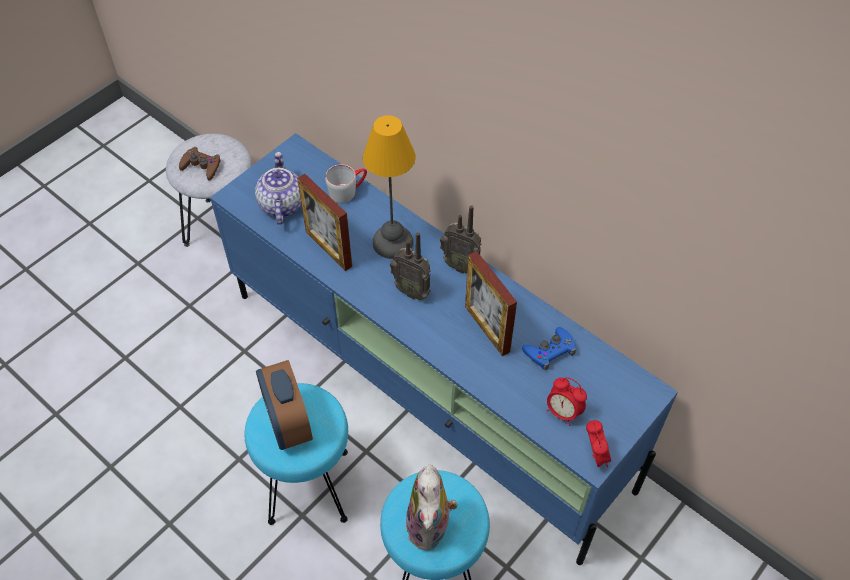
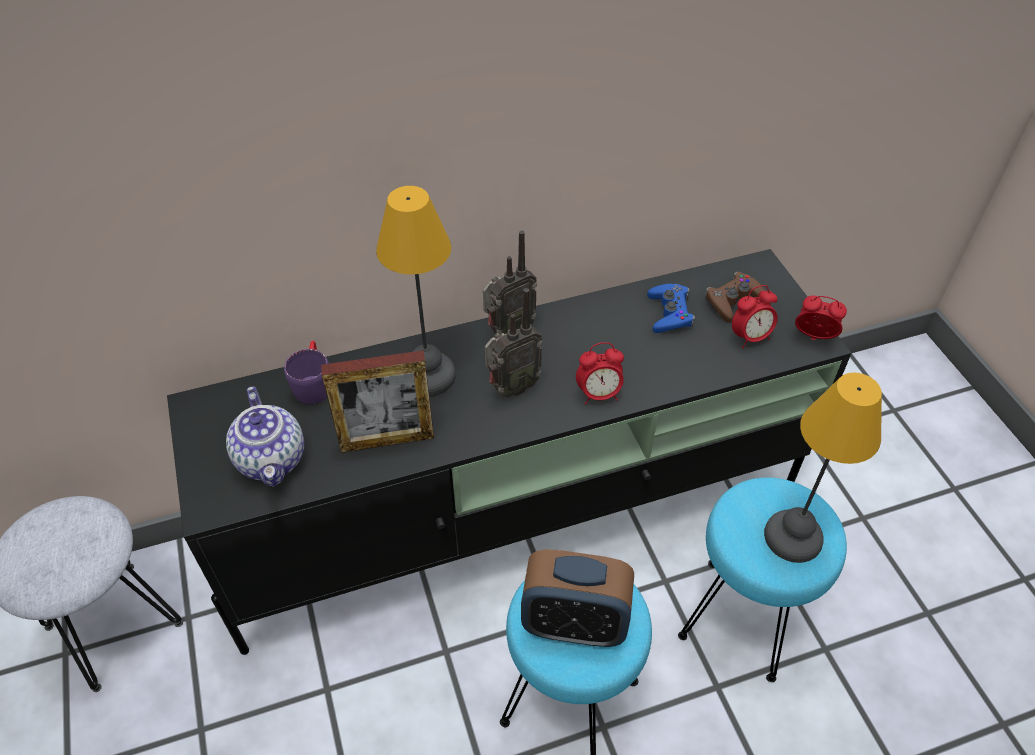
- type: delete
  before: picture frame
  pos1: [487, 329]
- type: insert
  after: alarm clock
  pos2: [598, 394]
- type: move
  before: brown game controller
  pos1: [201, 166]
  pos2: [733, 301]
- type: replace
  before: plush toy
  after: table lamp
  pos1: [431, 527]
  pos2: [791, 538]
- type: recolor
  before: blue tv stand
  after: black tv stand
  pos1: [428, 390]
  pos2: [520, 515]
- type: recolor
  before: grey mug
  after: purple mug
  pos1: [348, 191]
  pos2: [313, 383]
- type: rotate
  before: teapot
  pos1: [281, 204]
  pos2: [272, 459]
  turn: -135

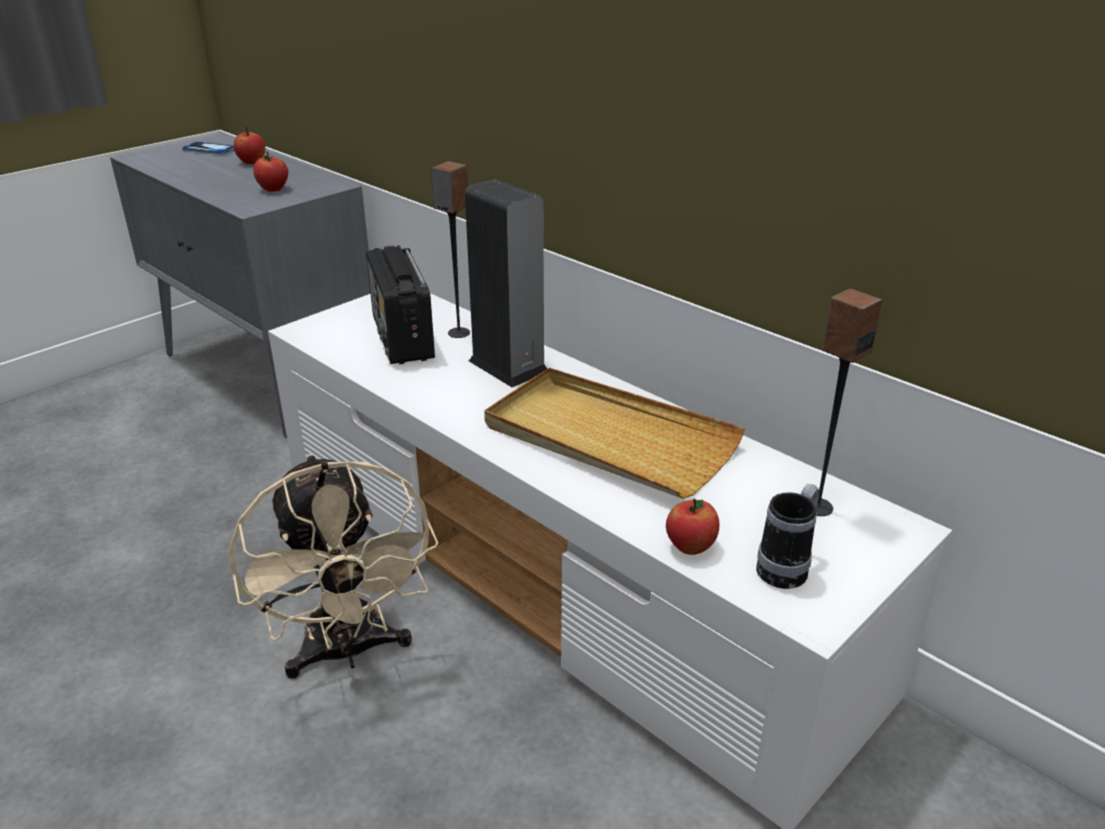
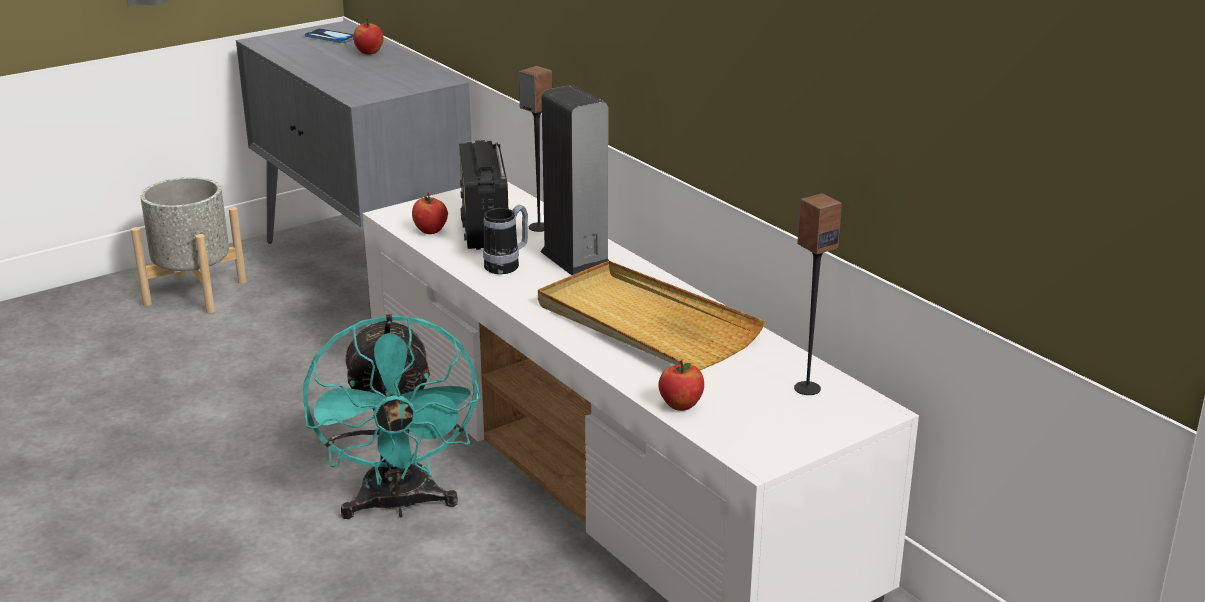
- type: insert
  after: grey planter
  pos2: [194, 293]
- type: move
  before: apple
  pos1: [273, 189]
  pos2: [430, 231]
- type: move
  before: mug
  pos1: [787, 567]
  pos2: [507, 265]
- type: recolor
  before: beige fan
  after: turquoise fan
  pos1: [348, 652]
  pos2: [399, 505]

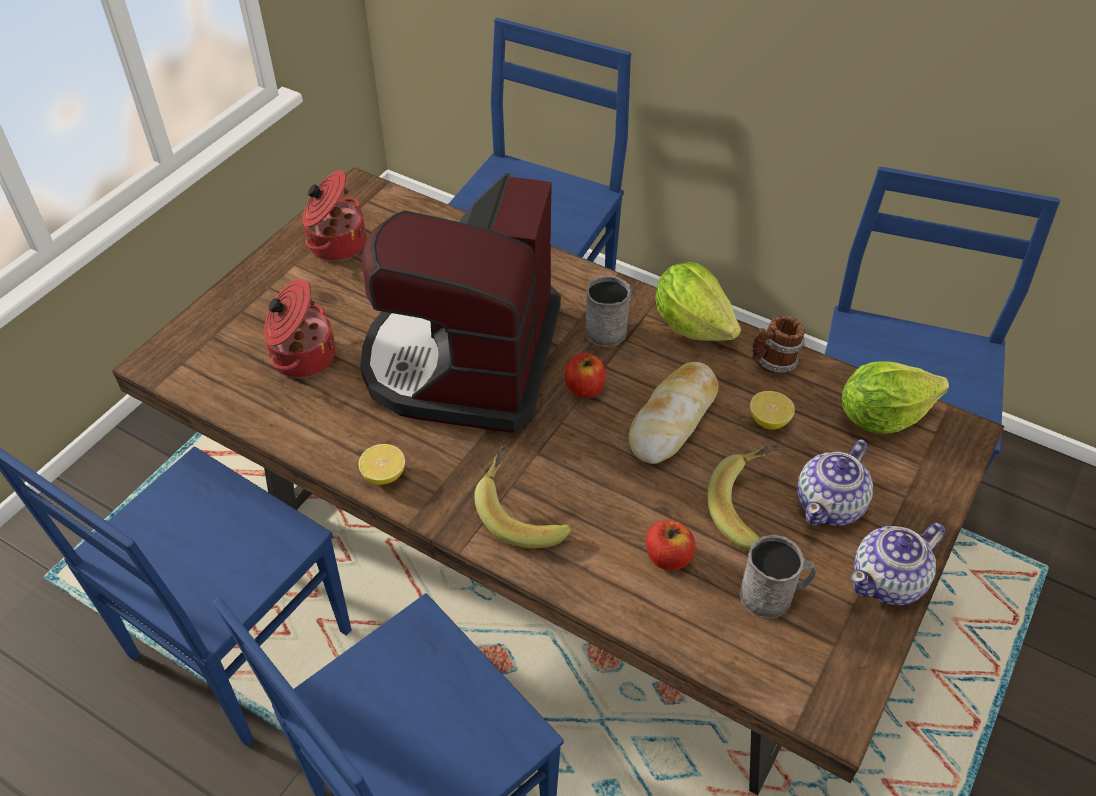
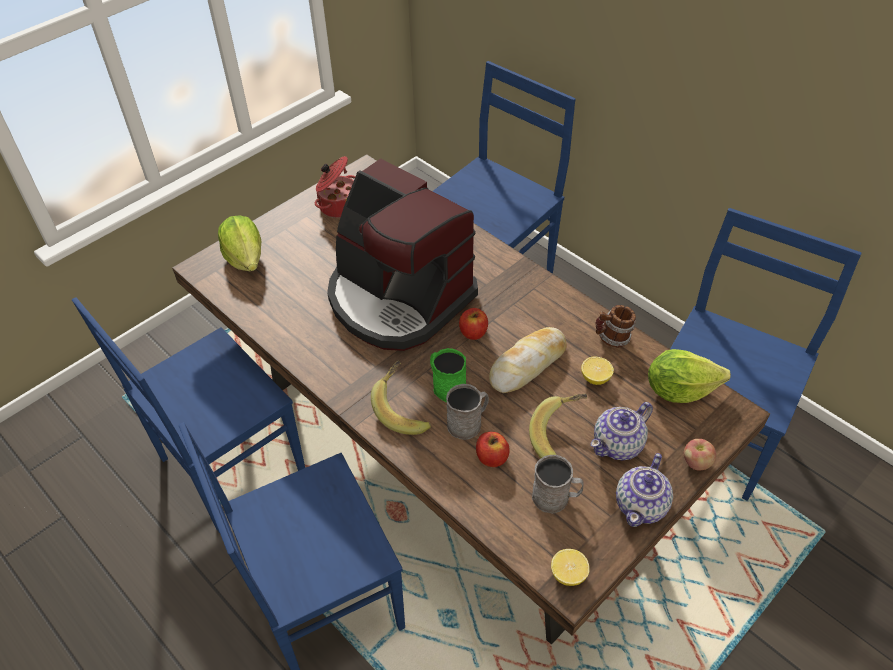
- type: delete
  before: cooking pot
  pos1: [301, 356]
- type: insert
  after: green mug
  pos2: [446, 386]
- type: insert
  after: apple
  pos2: [696, 462]
- type: move
  before: lemon
  pos1: [384, 475]
  pos2: [568, 574]
- type: move
  before: grey mug
  pos1: [610, 328]
  pos2: [468, 423]
- type: move
  before: lettuce
  pos1: [692, 324]
  pos2: [245, 258]
- type: rotate
  before: coffee machine
  pos1: [464, 359]
  pos2: [398, 299]
  turn: -75
- type: rotate
  before: teapot
  pos1: [889, 581]
  pos2: [641, 505]
  turn: -45

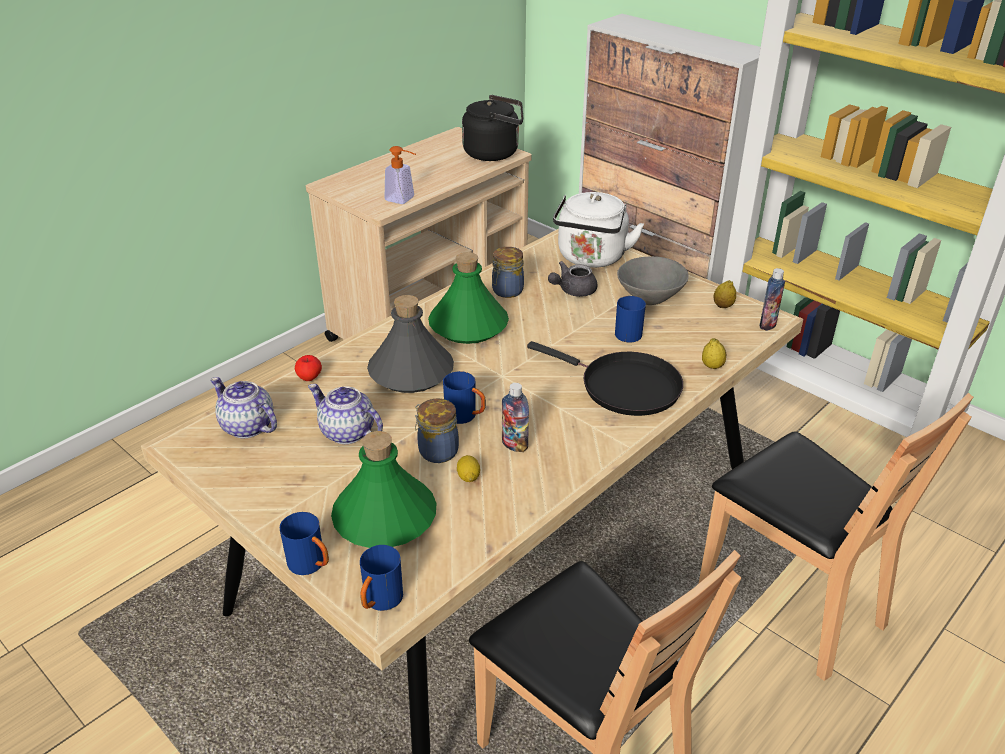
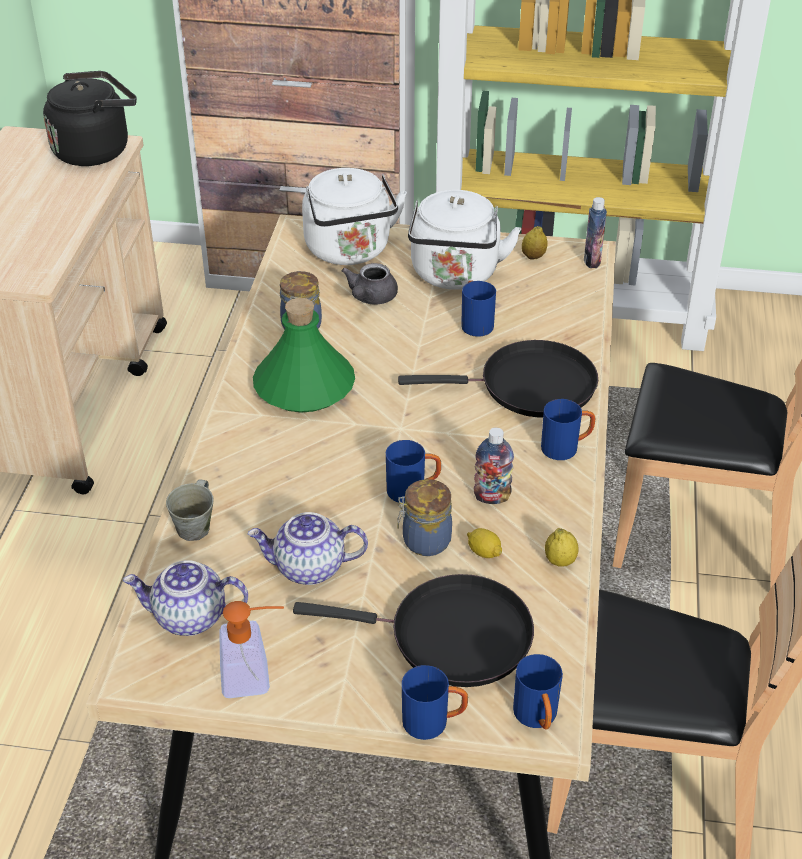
- type: delete
  before: grey bottle
  pos1: [412, 372]
- type: insert
  after: blue mug
  pos2: [566, 448]
- type: move
  before: soap dispenser
  pos1: [404, 200]
  pos2: [255, 678]
- type: move
  before: lemon
  pos1: [712, 366]
  pos2: [560, 561]
- type: replace
  before: apple
  after: grey mug
  pos1: [309, 378]
  pos2: [195, 528]
- type: replace
  before: green bottle
  after: black frying pan
  pos1: [385, 518]
  pos2: [451, 636]
- type: replace
  before: grey bowl
  after: white kettle
  pos1: [649, 298]
  pos2: [455, 275]

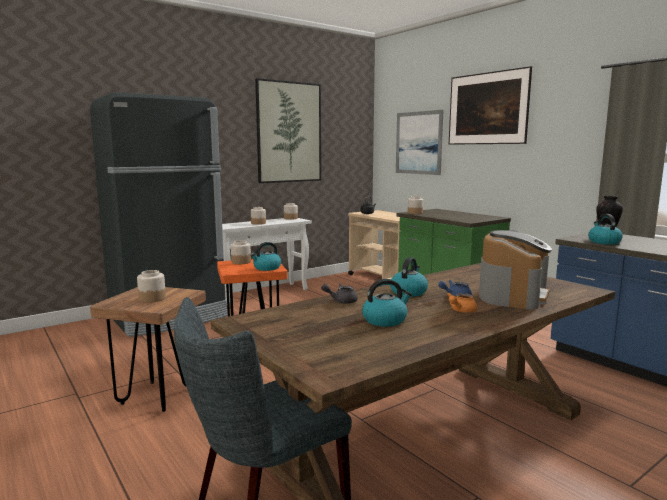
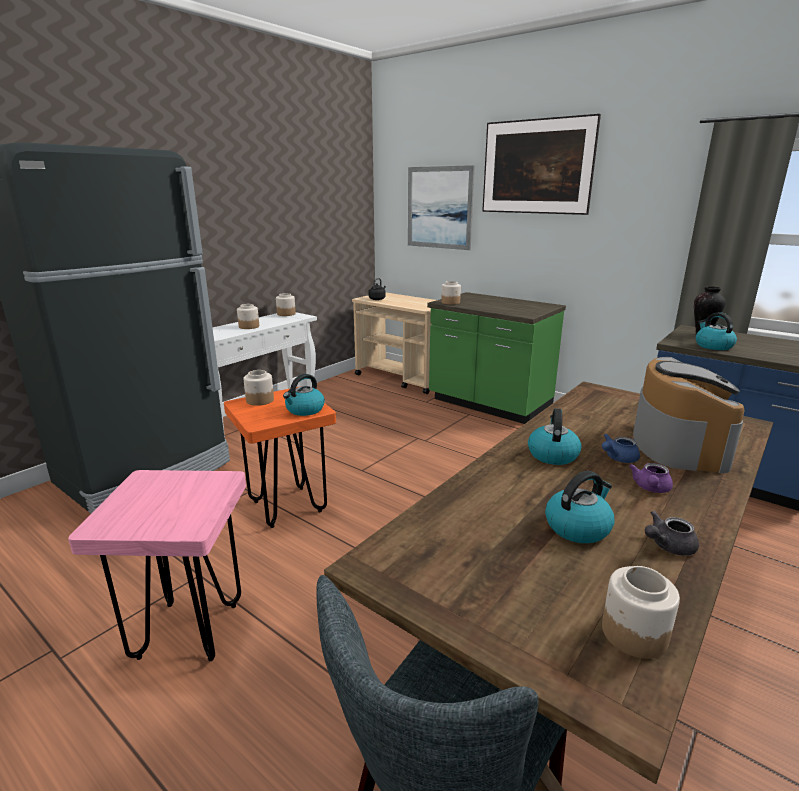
- type: delete
  before: picture
  pos1: [289, 132]
- type: move
  before: jar
  pos1: [152, 298]
  pos2: [633, 633]
- type: move
  before: grey teapot
  pos1: [341, 301]
  pos2: [667, 546]
- type: recolor
  before: brown stool
  after: pink stool
  pos1: [158, 396]
  pos2: [189, 630]
- type: recolor
  before: orange teapot
  after: purple teapot
  pos1: [460, 311]
  pos2: [650, 488]

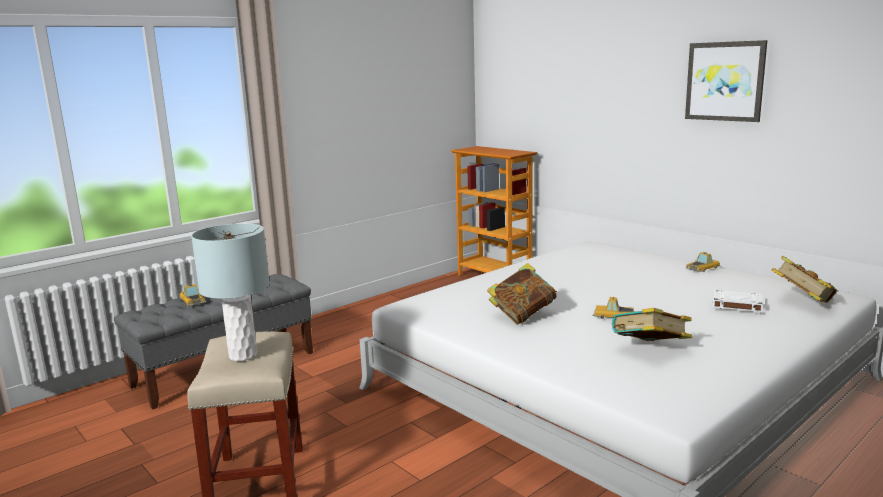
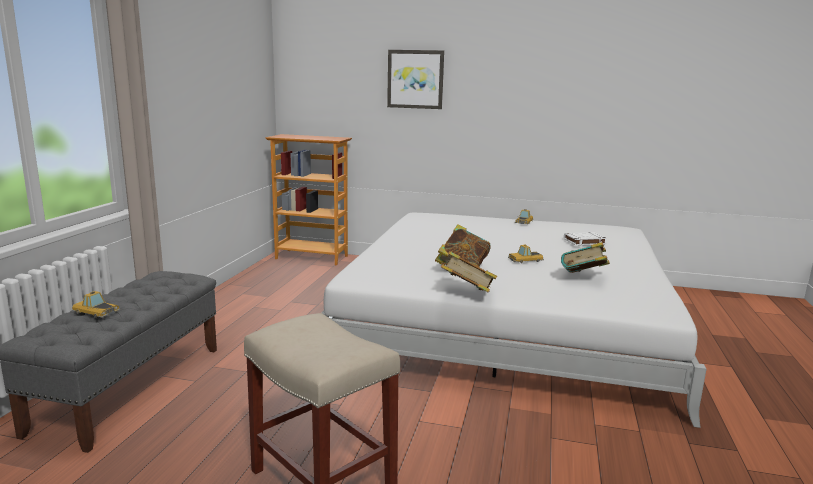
- type: delete
  before: grey table lamp
  pos1: [243, 355]
- type: move
  before: picture
  pos1: [725, 81]
  pos2: [415, 79]
- type: move
  before: book
  pos1: [801, 302]
  pos2: [467, 294]

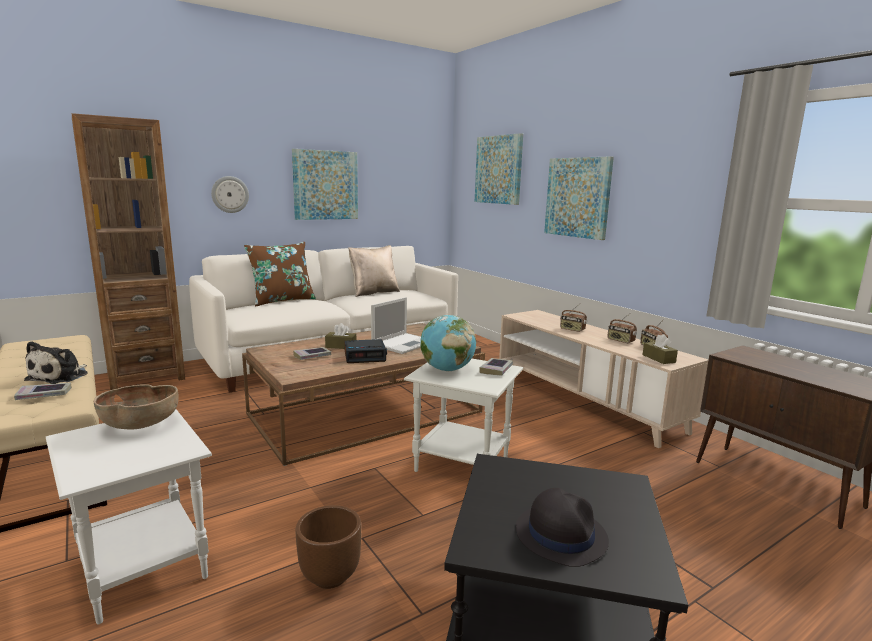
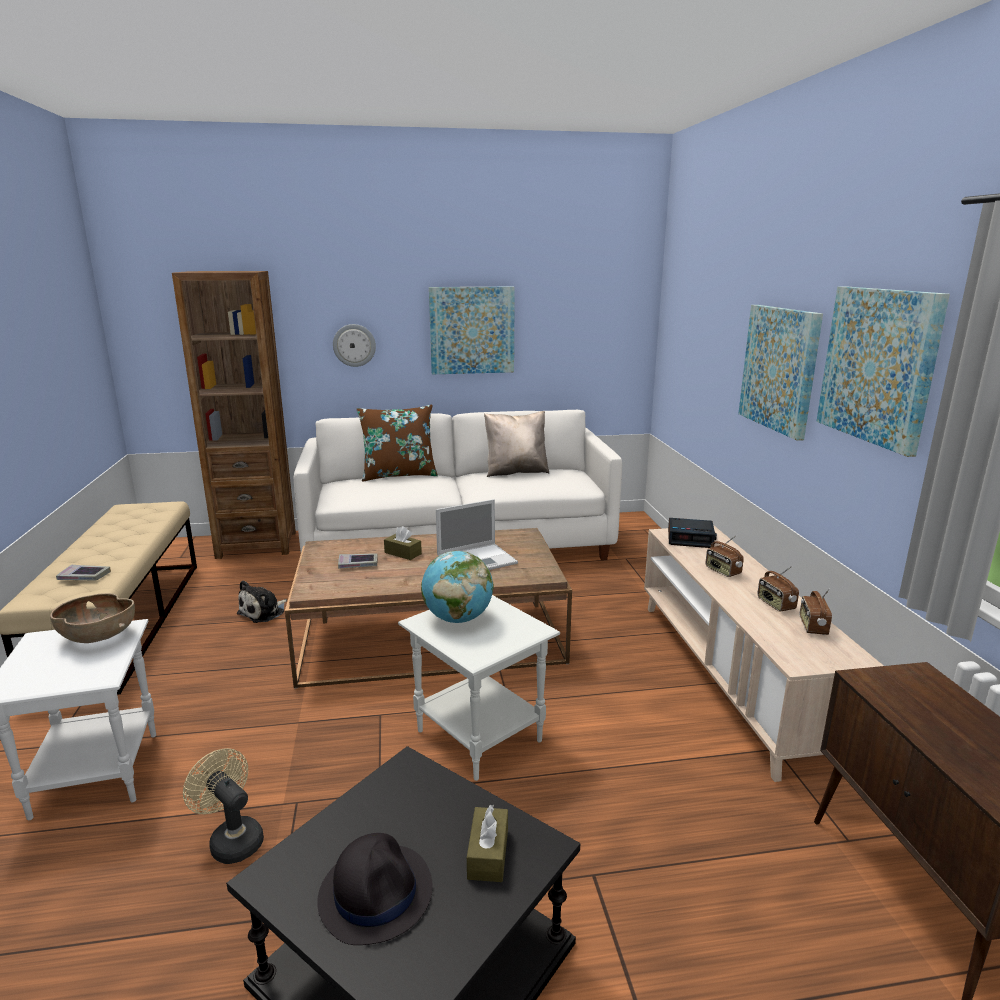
- type: delete
  before: book
  pos1: [496, 370]
- type: move
  before: plush toy
  pos1: [60, 376]
  pos2: [264, 612]
- type: move
  before: alarm clock
  pos1: [365, 356]
  pos2: [690, 538]
- type: move
  before: picture
  pos1: [499, 170]
  pos2: [878, 366]
- type: move
  before: brown tissue box
  pos1: [658, 358]
  pos2: [488, 854]
- type: replace
  before: brown planter
  after: beige fan
  pos1: [330, 577]
  pos2: [232, 839]

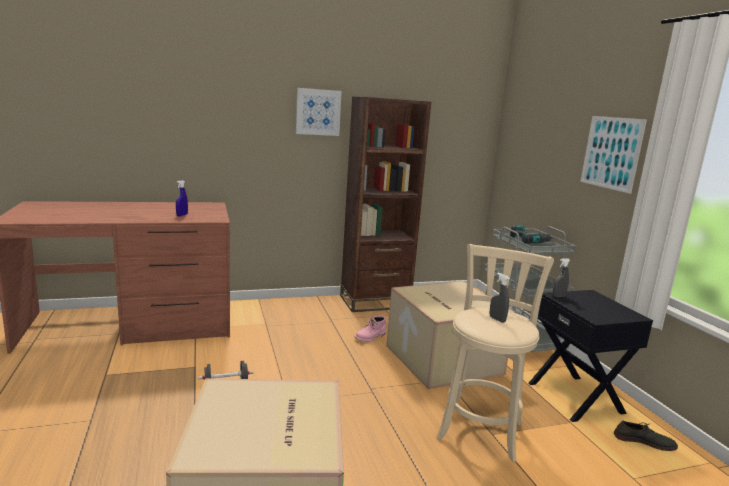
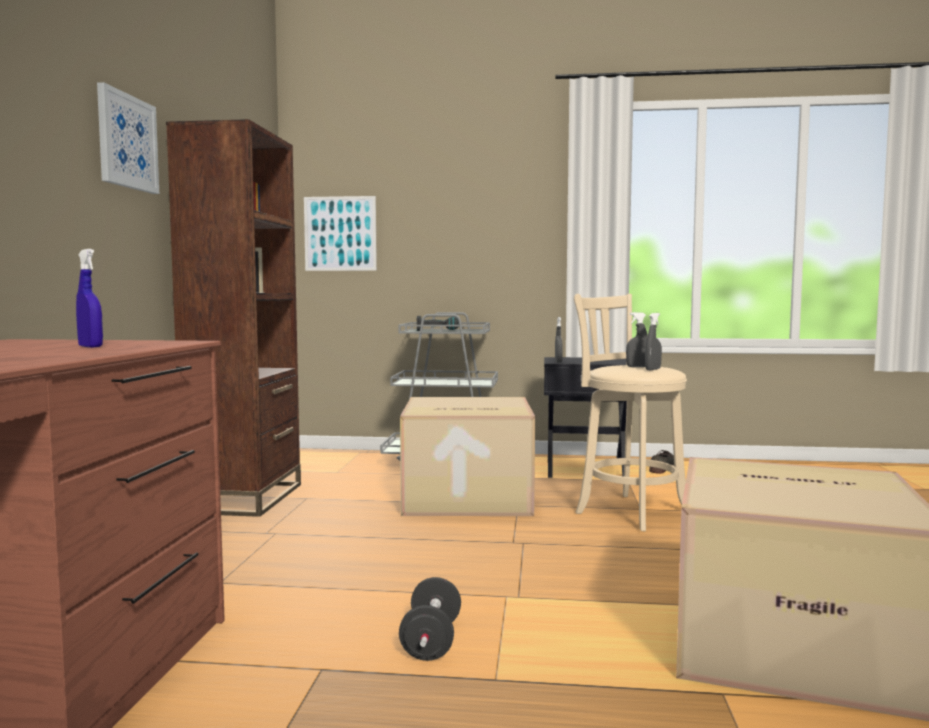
- type: delete
  before: pink boot
  pos1: [370, 337]
- type: insert
  after: grey spray bottle
  pos2: [653, 369]
- type: move
  before: picture
  pos1: [611, 153]
  pos2: [340, 233]

